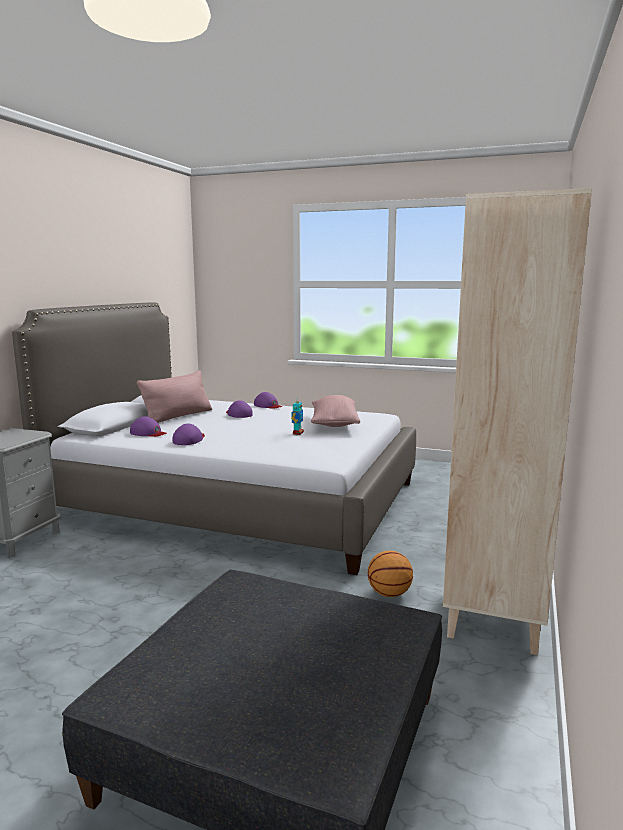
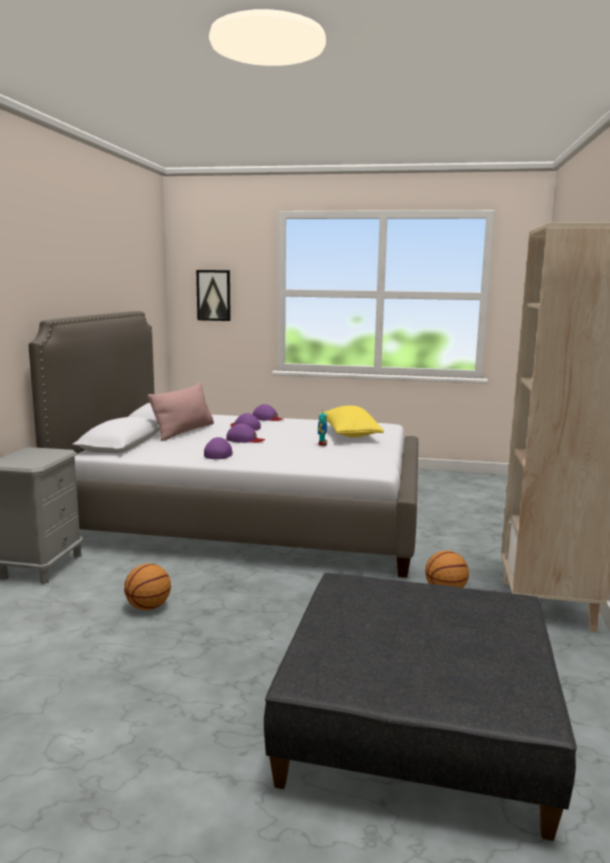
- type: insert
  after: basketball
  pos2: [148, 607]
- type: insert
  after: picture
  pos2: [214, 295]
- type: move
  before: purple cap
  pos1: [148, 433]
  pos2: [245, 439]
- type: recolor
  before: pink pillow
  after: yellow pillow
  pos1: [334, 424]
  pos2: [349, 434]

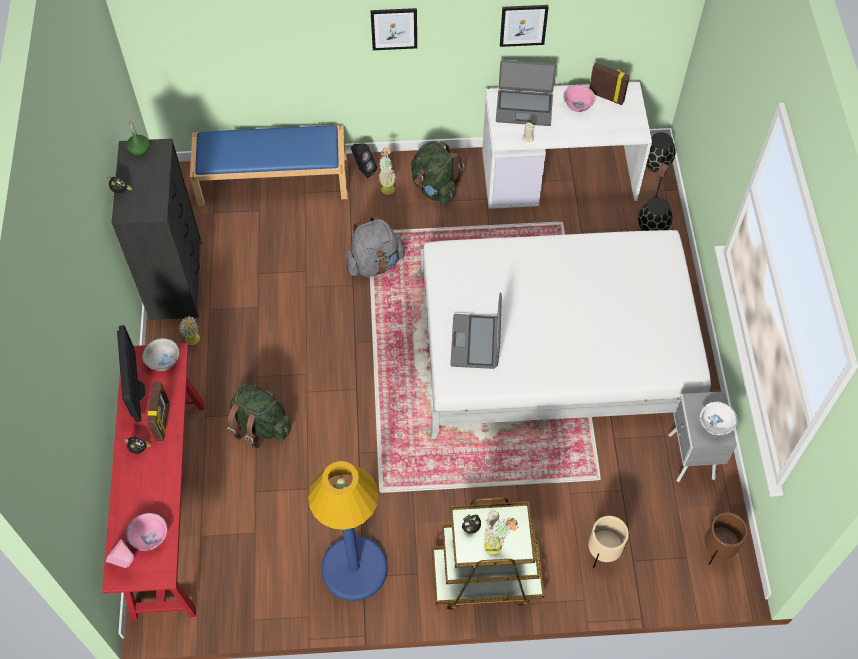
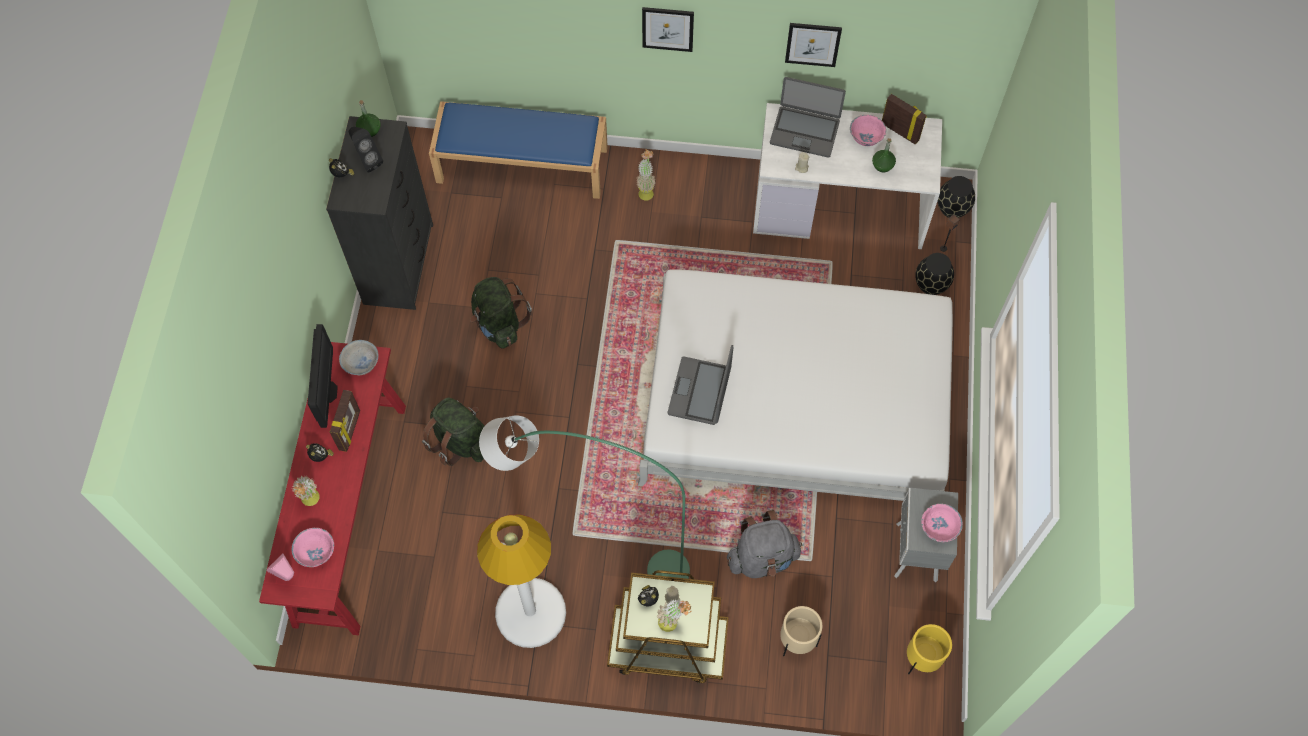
- type: insert
  after: green floor lamp
  pos2: [591, 550]
- type: insert
  after: green bottle
  pos2: [882, 165]
- type: move
  before: potted plant
  pos1: [194, 341]
  pos2: [311, 501]
- type: move
  before: grey backpack
  pos1: [375, 263]
  pos2: [762, 558]
- type: move
  before: black speaker
  pos1: [363, 170]
  pos2: [367, 161]
- type: move
  before: green backpack
  pos1: [435, 188]
  pos2: [499, 324]
- type: recolor
  before: blue floor lamp
  after: white floor lamp
  pos1: [354, 568]
  pos2: [530, 613]
- type: recolor
  before: white bowl
  after: pink bowl
  pos1: [715, 424]
  pos2: [939, 527]
- type: recolor
  before: brown planter
  after: yellow planter
  pos1: [717, 550]
  pos2: [921, 660]

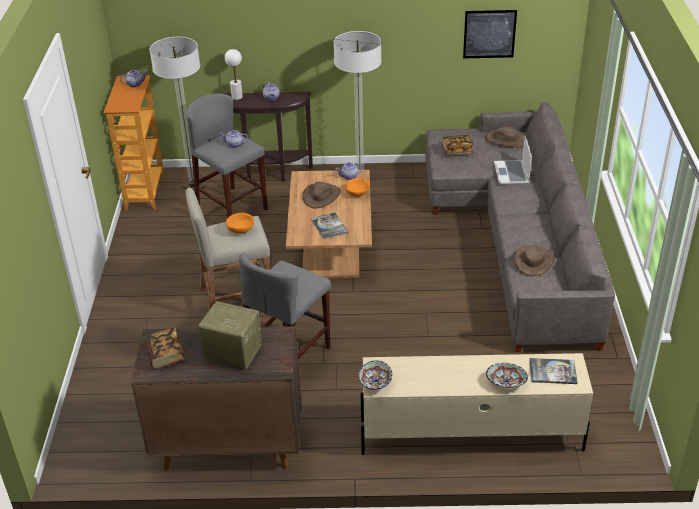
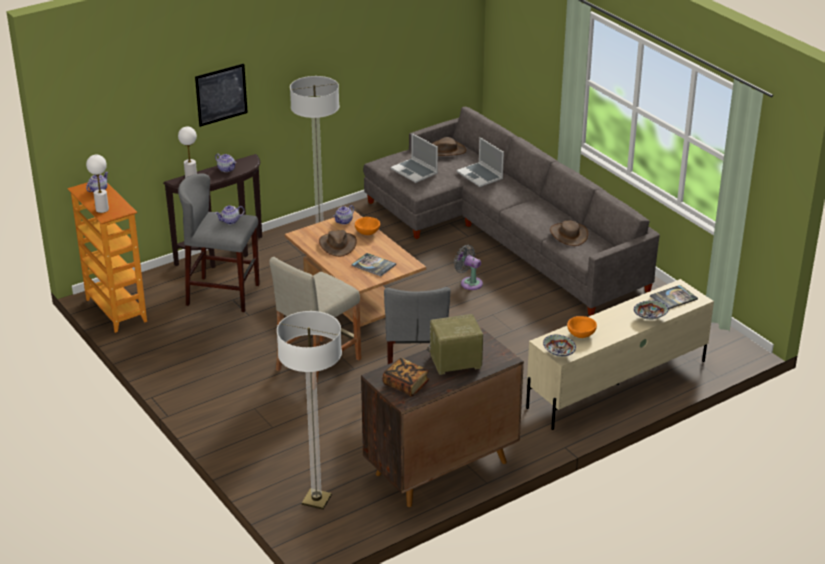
- type: insert
  after: white table lamp
  pos2: [102, 209]
- type: insert
  after: grey fan
  pos2: [469, 283]
- type: move
  before: floor lamp
  pos1: [193, 187]
  pos2: [316, 500]
- type: move
  before: orange bowl
  pos1: [241, 230]
  pos2: [581, 334]
- type: move
  before: picture
  pos1: [489, 34]
  pos2: [221, 94]
- type: replace
  before: book
  after: laptop
  pos1: [457, 151]
  pos2: [415, 171]

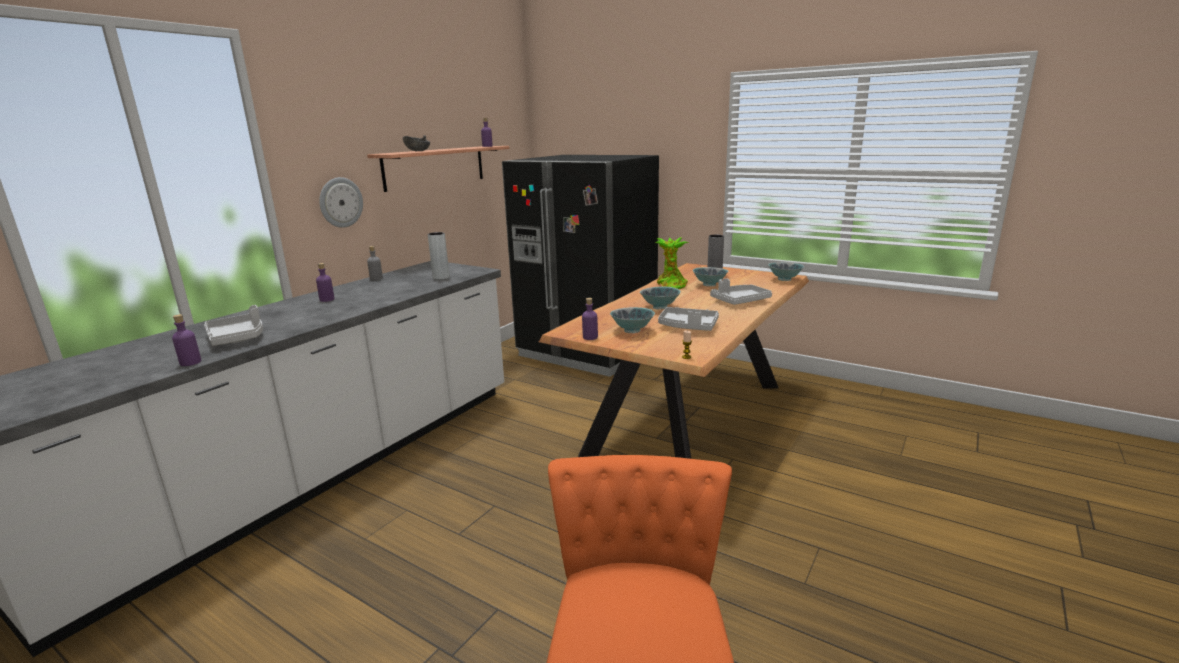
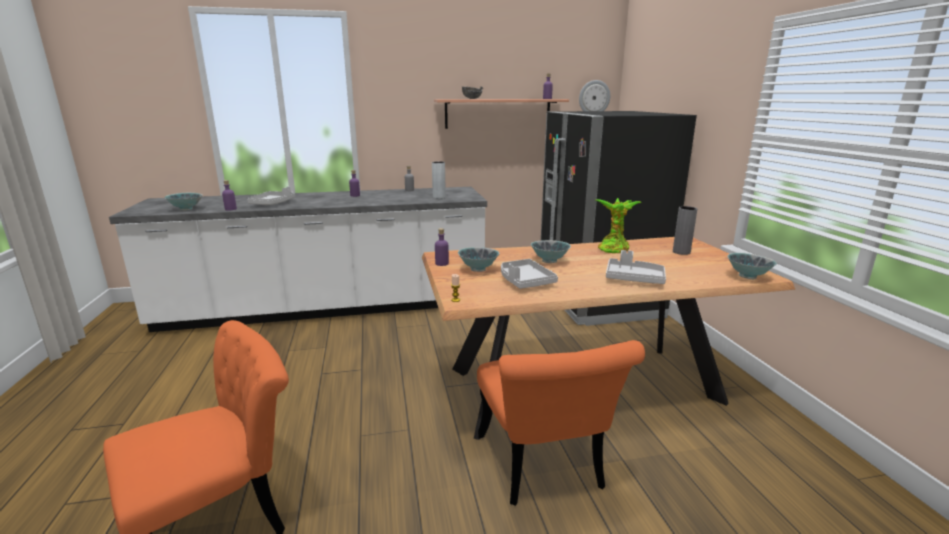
- type: insert
  after: orange chair
  pos2: [543, 469]
- type: move
  before: wall clock
  pos1: [340, 202]
  pos2: [594, 97]
- type: move
  before: bowl
  pos1: [709, 285]
  pos2: [186, 209]

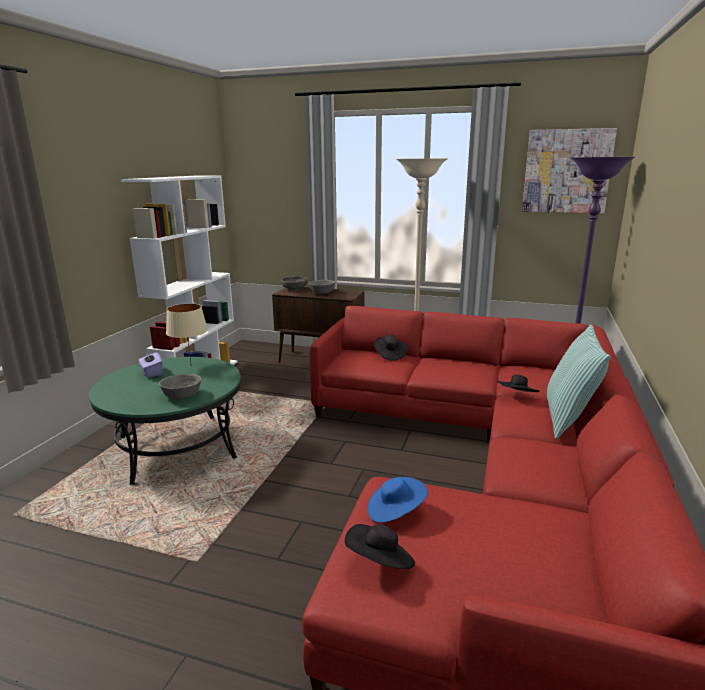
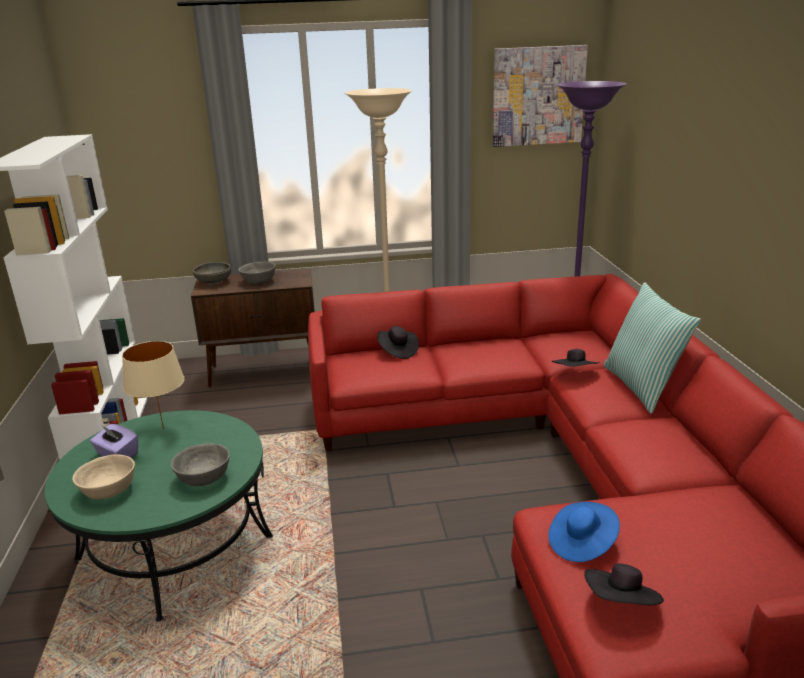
- type: insert
  after: beige bowl
  pos2: [108, 490]

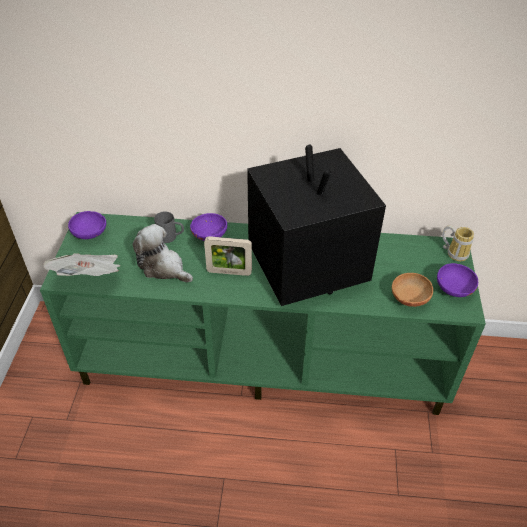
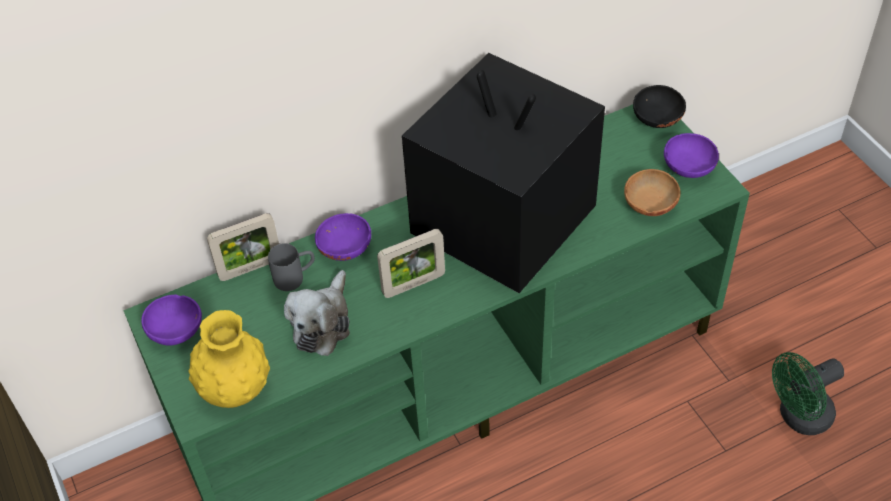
- type: insert
  after: picture frame
  pos2: [250, 268]
- type: insert
  after: green fan
  pos2: [798, 417]
- type: replace
  before: newspaper
  after: yellow vase
  pos1: [90, 277]
  pos2: [235, 389]
- type: replace
  before: mug
  after: black bowl
  pos1: [455, 252]
  pos2: [656, 120]
- type: rotate
  before: plush toy
  pos1: [163, 267]
  pos2: [322, 323]
  turn: -75

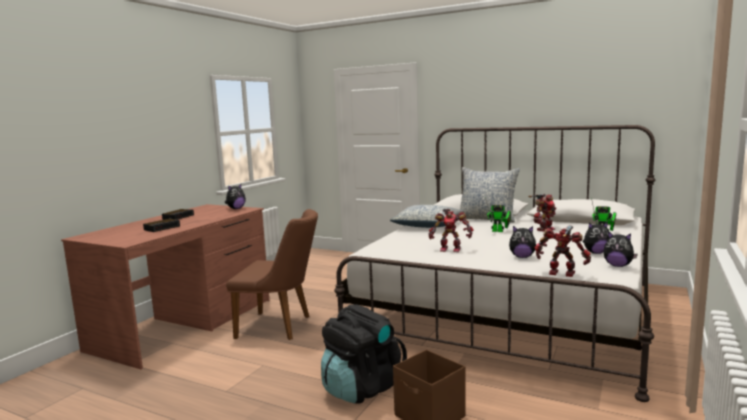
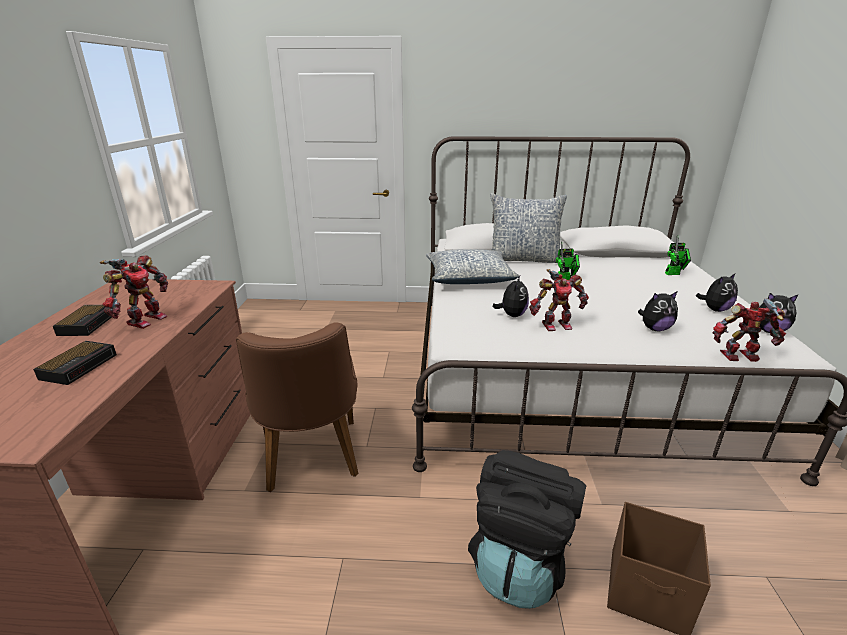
- type: move
  before: plush toy
  pos1: [236, 209]
  pos2: [512, 315]
- type: move
  before: toy robot
  pos1: [544, 229]
  pos2: [145, 320]
- type: rotate
  before: brown chair
  pos1: [281, 326]
  pos2: [311, 461]
  turn: 90

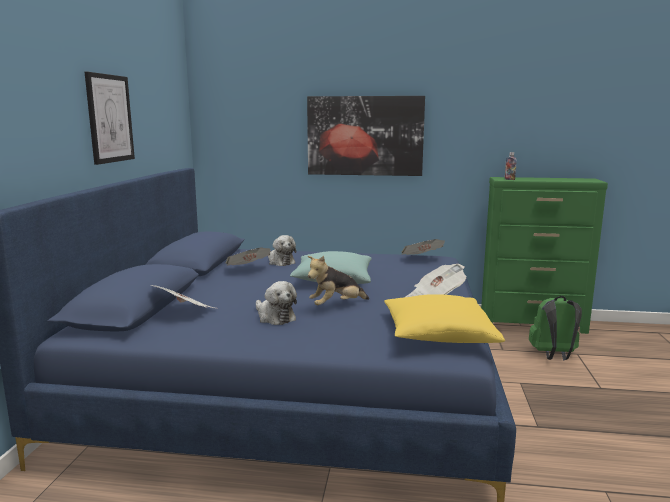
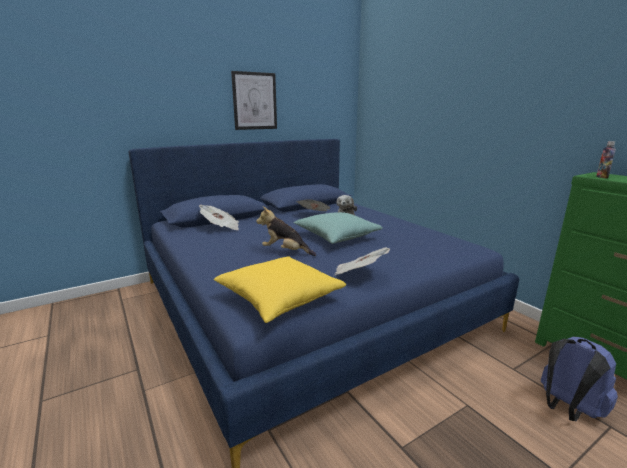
- type: delete
  before: plush toy
  pos1: [274, 317]
- type: delete
  before: picture
  pos1: [365, 136]
- type: delete
  before: newspaper
  pos1: [422, 259]
- type: recolor
  before: green backpack
  after: blue backpack
  pos1: [553, 356]
  pos2: [567, 408]

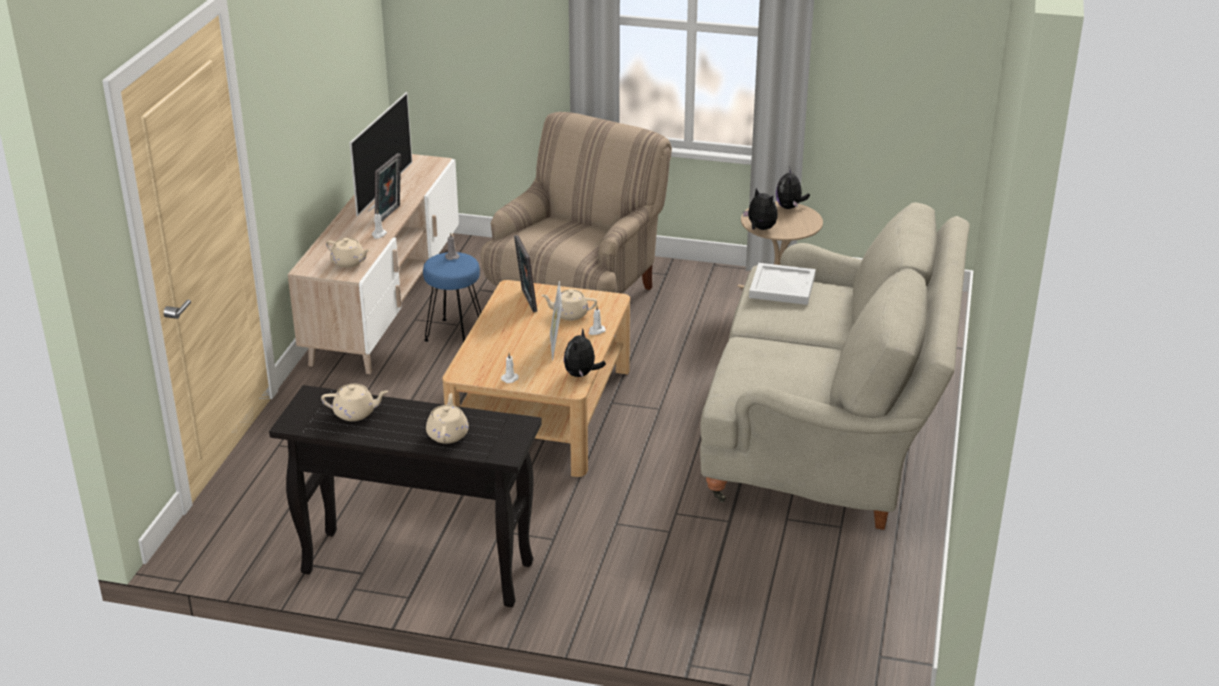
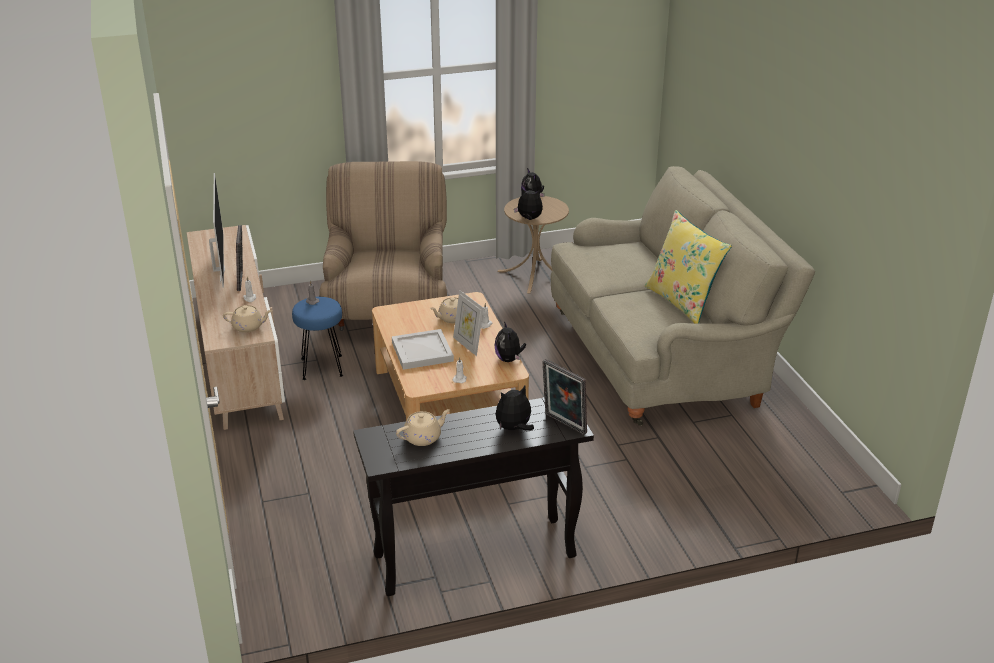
- type: insert
  after: yellow pillow
  pos2: [682, 302]
- type: move
  before: picture frame
  pos1: [526, 301]
  pos2: [563, 425]
- type: move
  before: white tray
  pos1: [783, 286]
  pos2: [423, 351]
- type: replace
  before: beige teapot
  after: plush toy
  pos1: [448, 434]
  pos2: [514, 429]

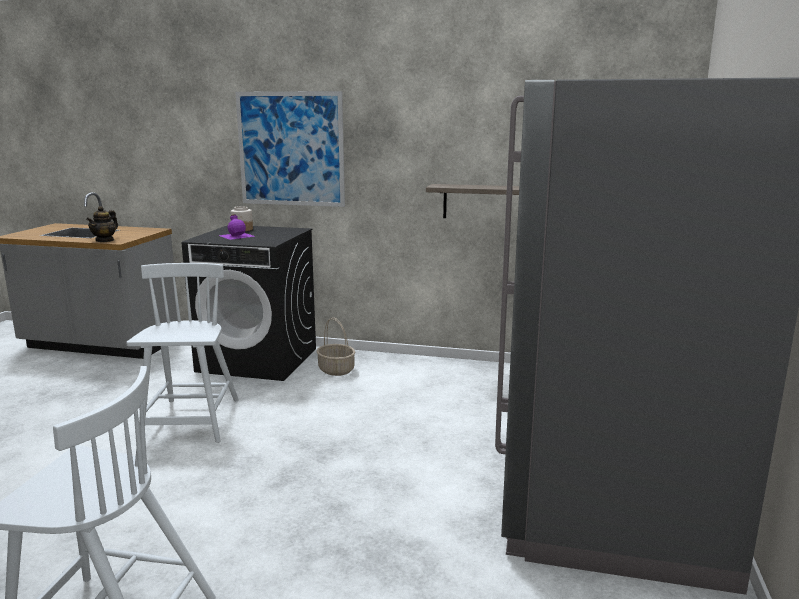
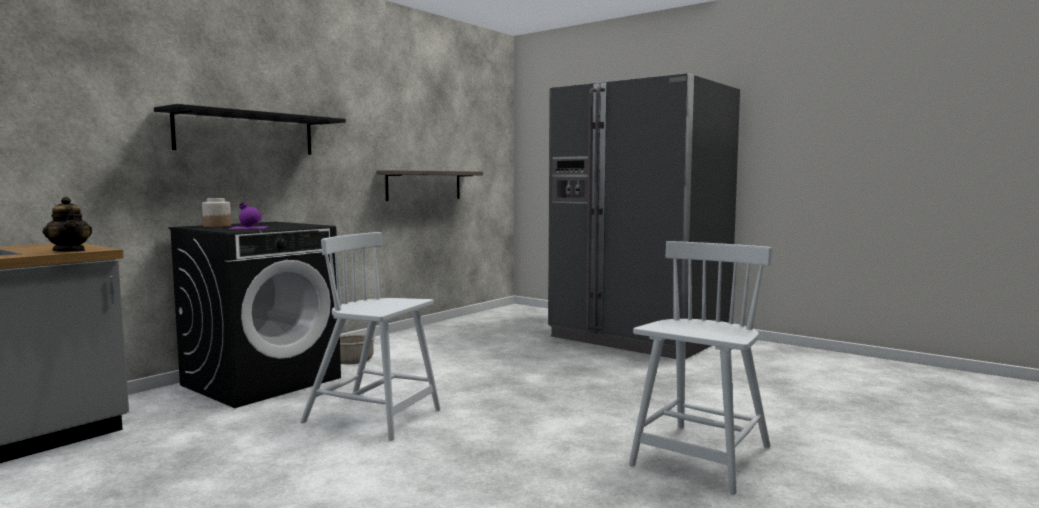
- type: replace
  before: picture
  after: black shelf
  pos1: [291, 149]
  pos2: [246, 133]

